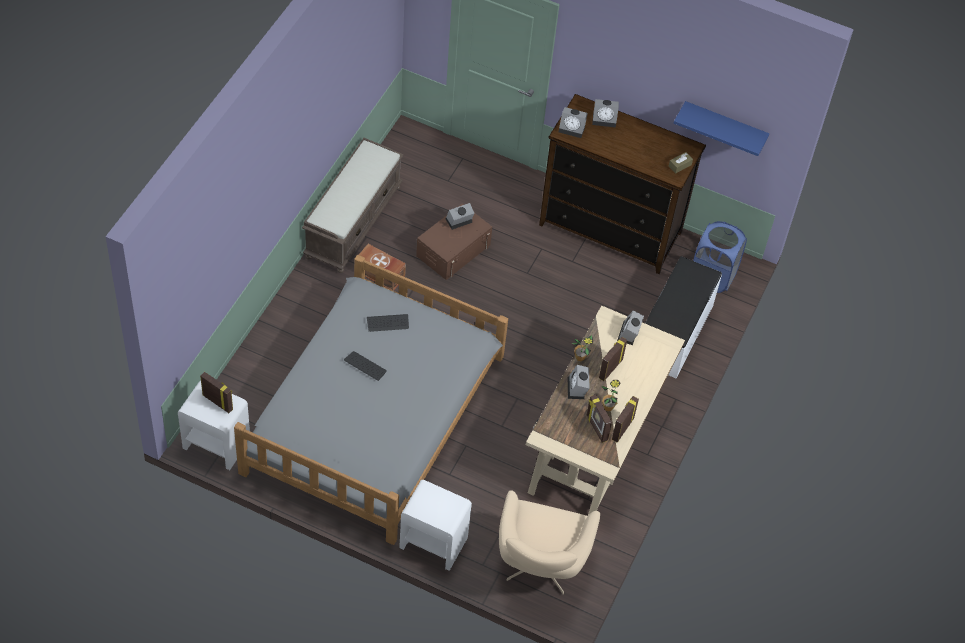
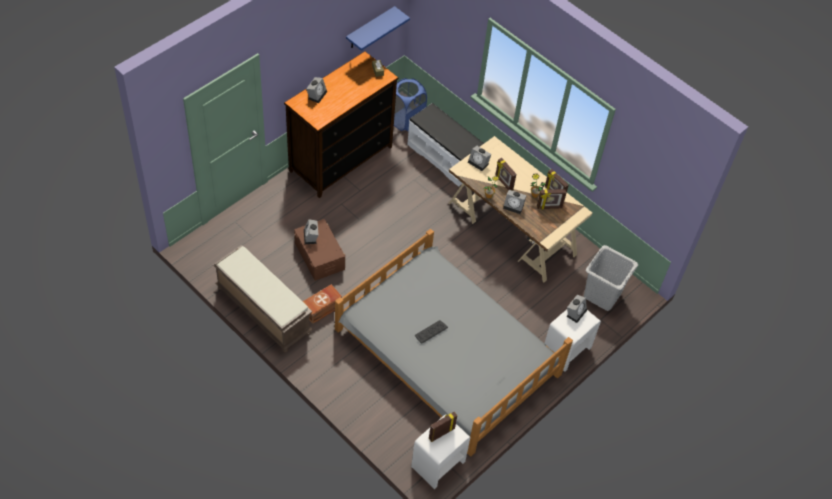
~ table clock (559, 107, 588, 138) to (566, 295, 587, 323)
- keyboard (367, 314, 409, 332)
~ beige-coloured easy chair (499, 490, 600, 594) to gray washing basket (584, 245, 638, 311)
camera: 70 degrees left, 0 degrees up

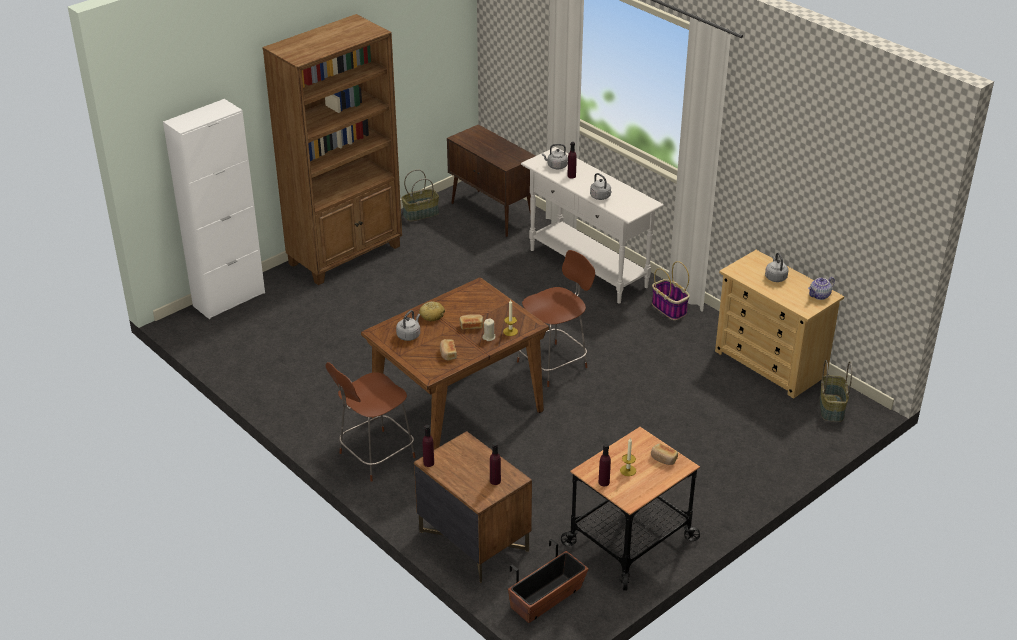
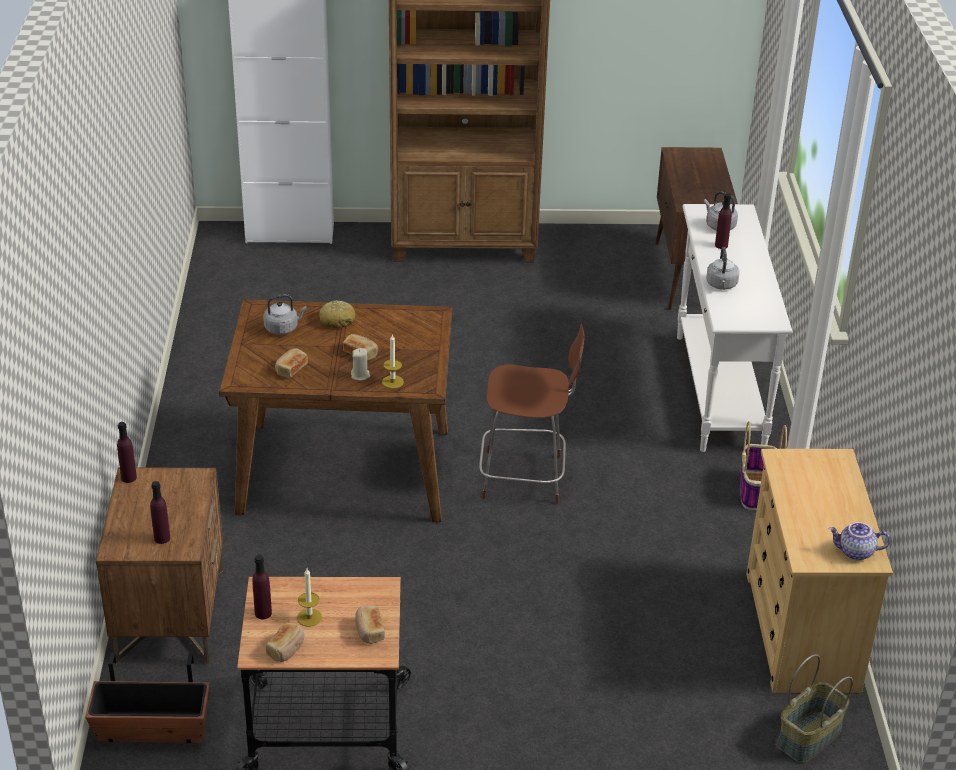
- household basket (401, 169, 439, 222)
- gray kettle (765, 253, 789, 282)
- brownish chair (326, 362, 416, 482)
+ bakery bread (266, 623, 304, 662)
camera: 40 degrees right, 0 degrees up

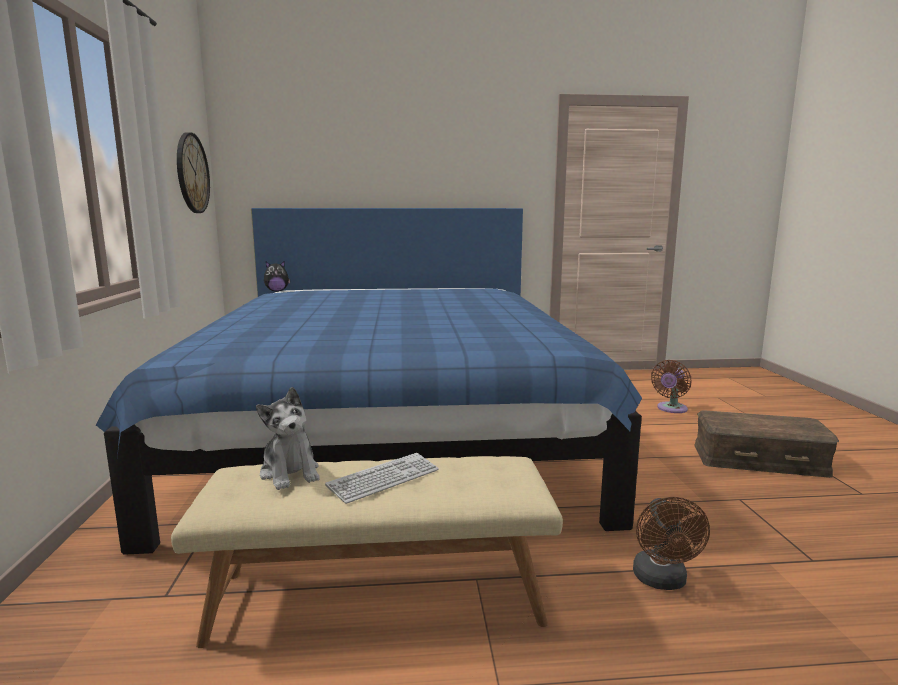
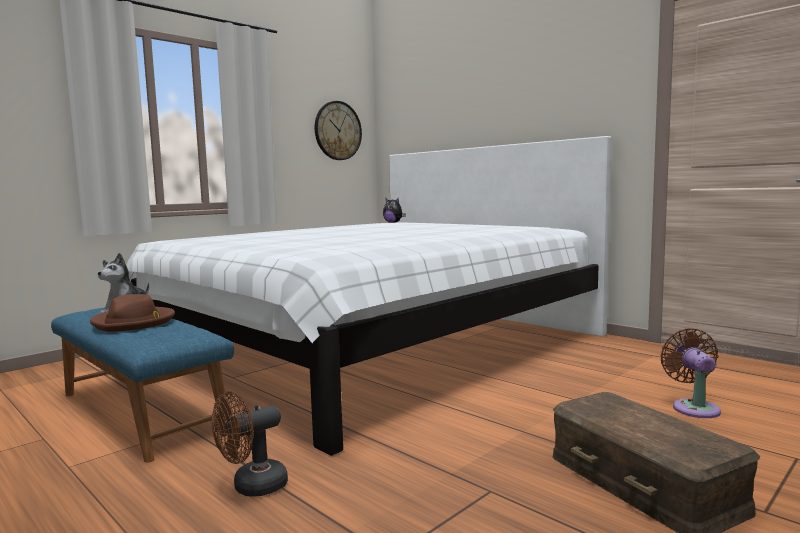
~ blue-coloured bed (96, 208, 642, 555) to whitish bed (126, 136, 612, 456)
~ brownish fan (651, 360, 691, 413) = (660, 328, 721, 418) 90 degrees clockwise
~ keyboard (325, 453, 439, 504) to brownish wearable hat (90, 294, 175, 332)
~ beige-coloured bench (171, 456, 563, 648) to blue-coloured bench (51, 308, 234, 463)
camera: 50 degrees right, 5 degrees down

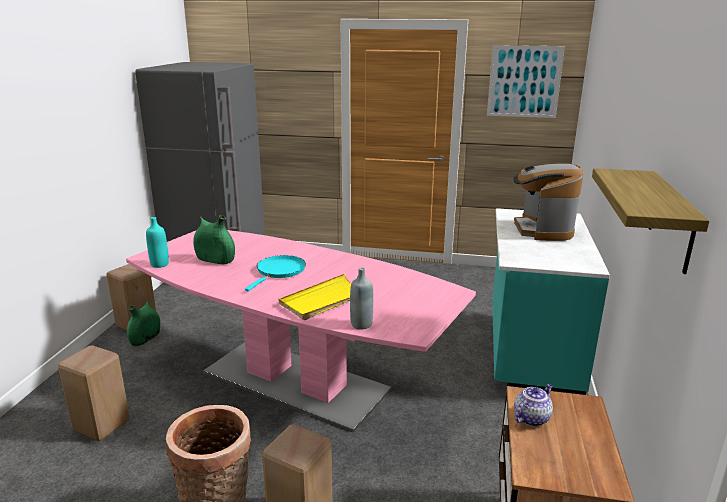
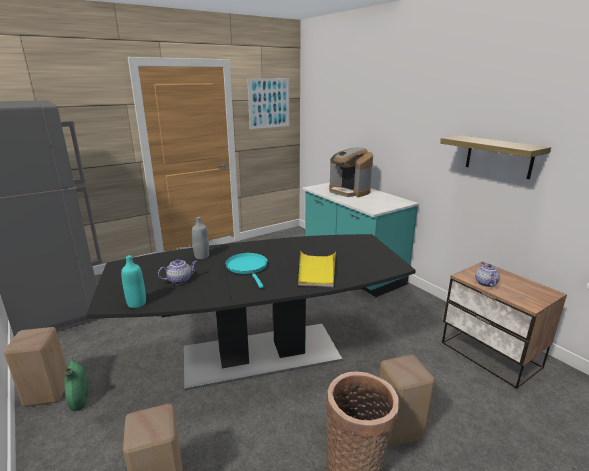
~ greenish vase (193, 215, 235, 264) to teapot (158, 259, 197, 284)
~ pink-coloured kitchen table (126, 230, 476, 432) to black-coloured kitchen table (86, 234, 416, 391)
~ gray beverage bottle (350, 268, 373, 330) to (192, 217, 209, 259)
camera: 45 degrees left, 0 degrees up

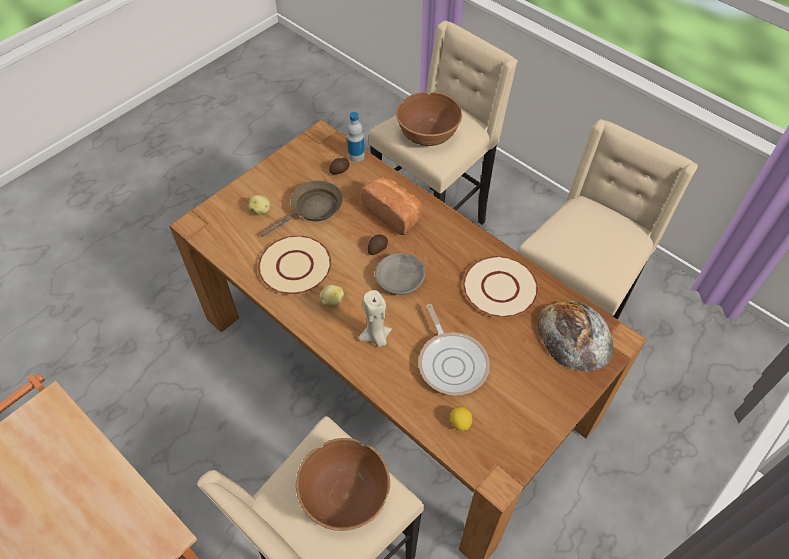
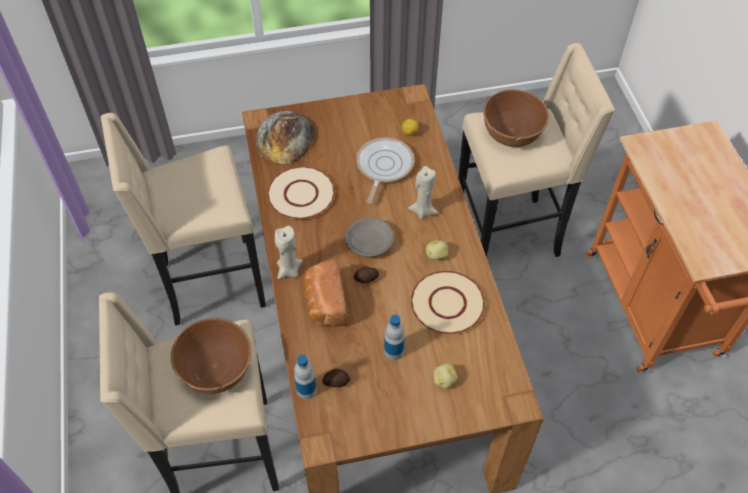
~ brownish pan (260, 180, 343, 237) to beverage bottle (384, 315, 405, 360)
+ beige-coloured candle (275, 226, 303, 279)
camera: 145 degrees left, 0 degrees up

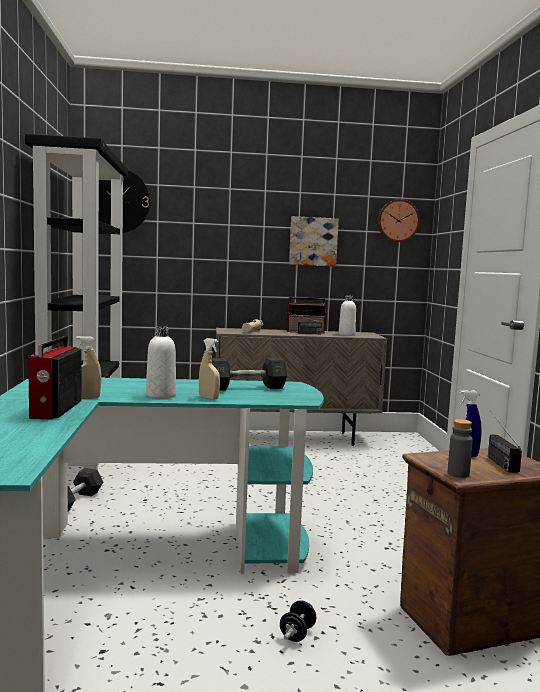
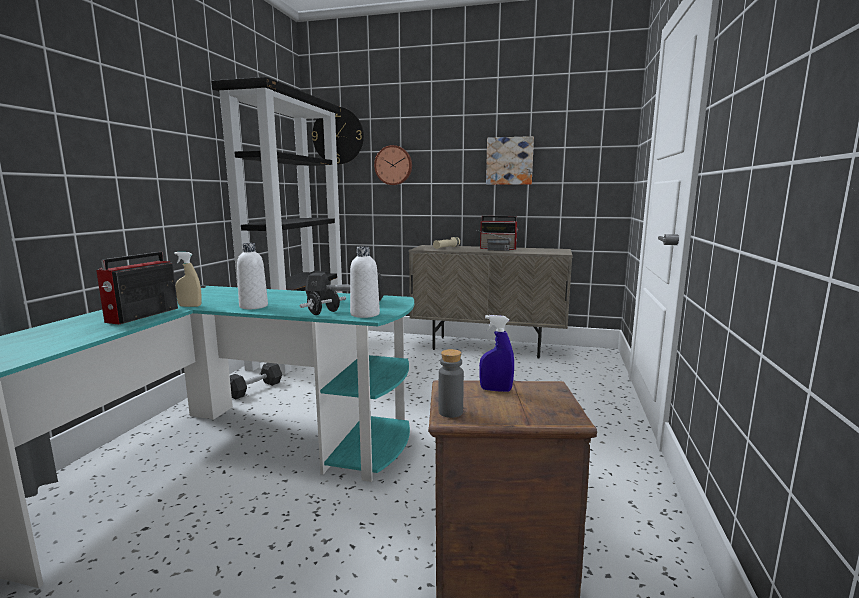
~ wall clock (377, 199, 420, 242) to (374, 145, 412, 185)
~ whitish beverage bottle (338, 295, 356, 336) to (350, 246, 380, 318)
- beige-coloured spray bottle (199, 338, 220, 400)
- radio (488, 411, 522, 473)
~ black-coloured hand weight (280, 600, 316, 642) to (300, 289, 346, 315)
camera: 20 degrees right, 5 degrees up

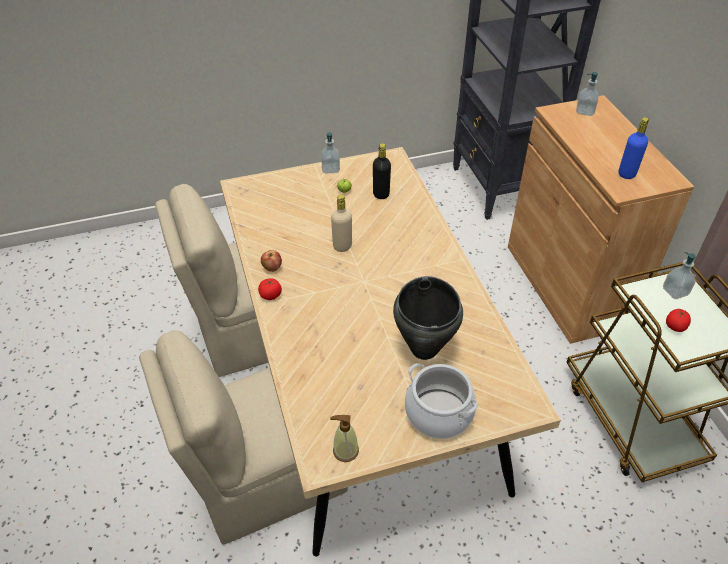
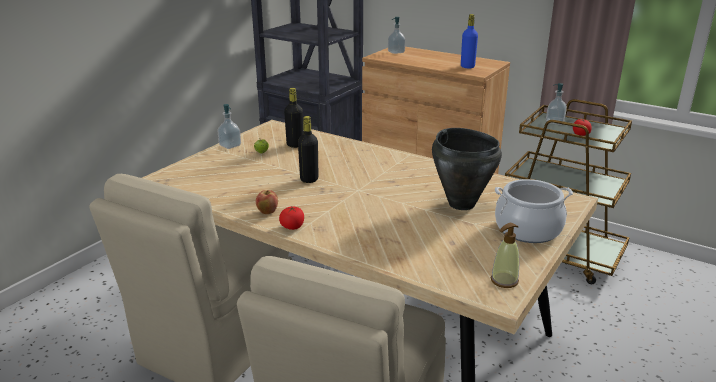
~ beige-coloured beverage bottle (331, 195, 352, 252) to black-coloured beverage bottle (298, 116, 318, 183)
camera: 40 degrees left, 20 degrees down

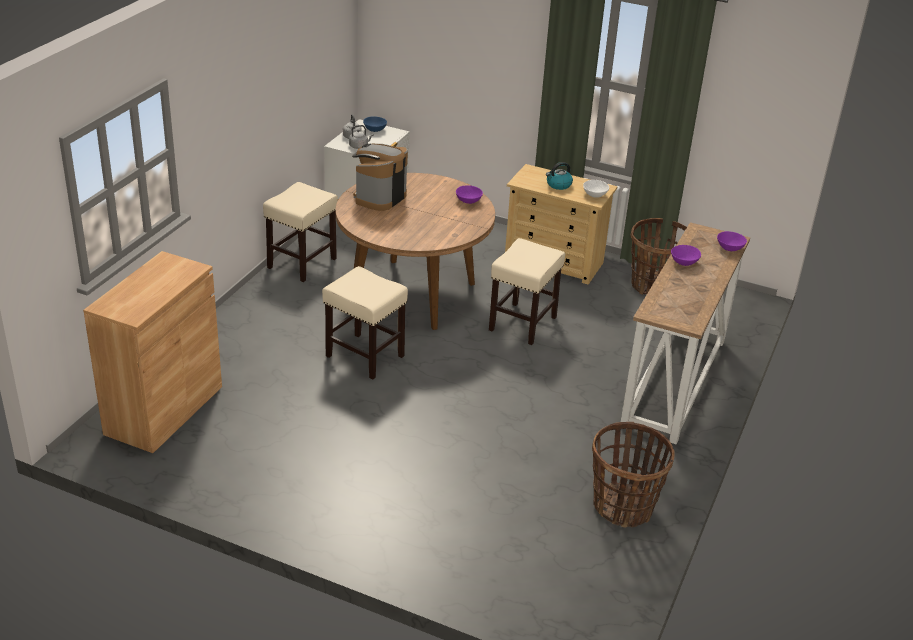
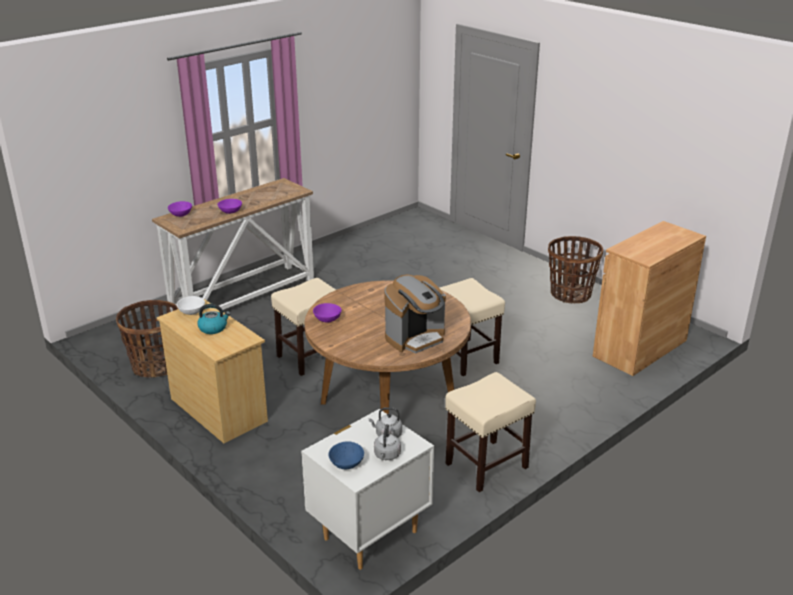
~ household basket (592, 422, 675, 528) to (548, 236, 603, 303)
camera: 155 degrees left, 5 degrees down

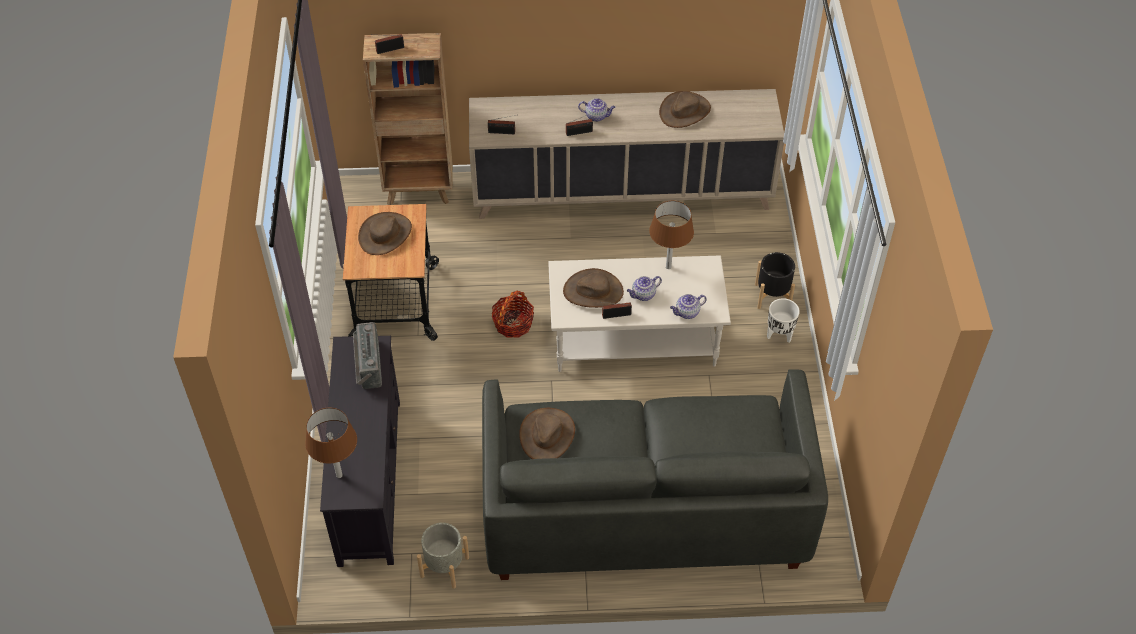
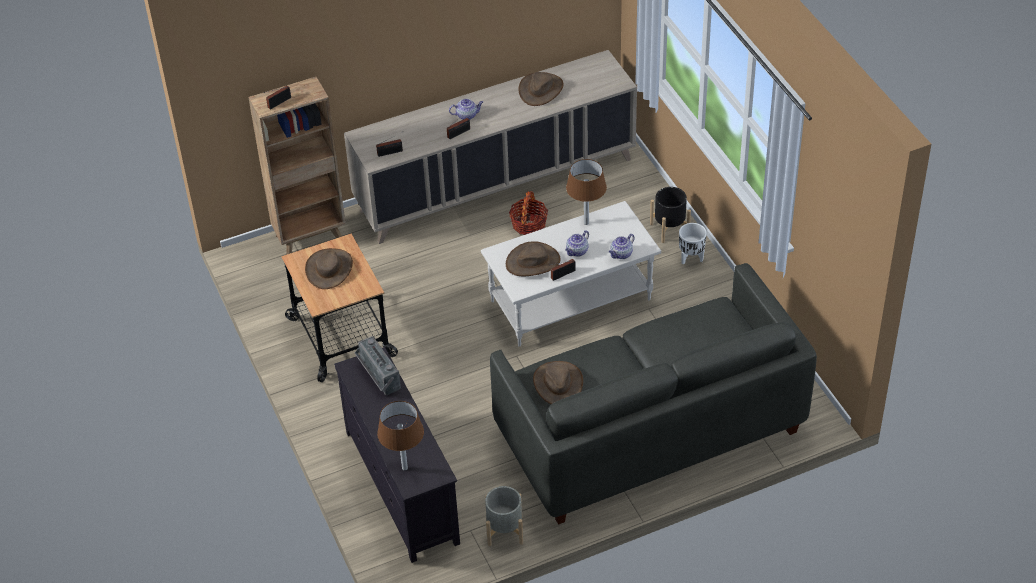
~ household basket (492, 291, 534, 338) to (509, 191, 548, 235)
camera: 20 degrees left, 5 degrees down

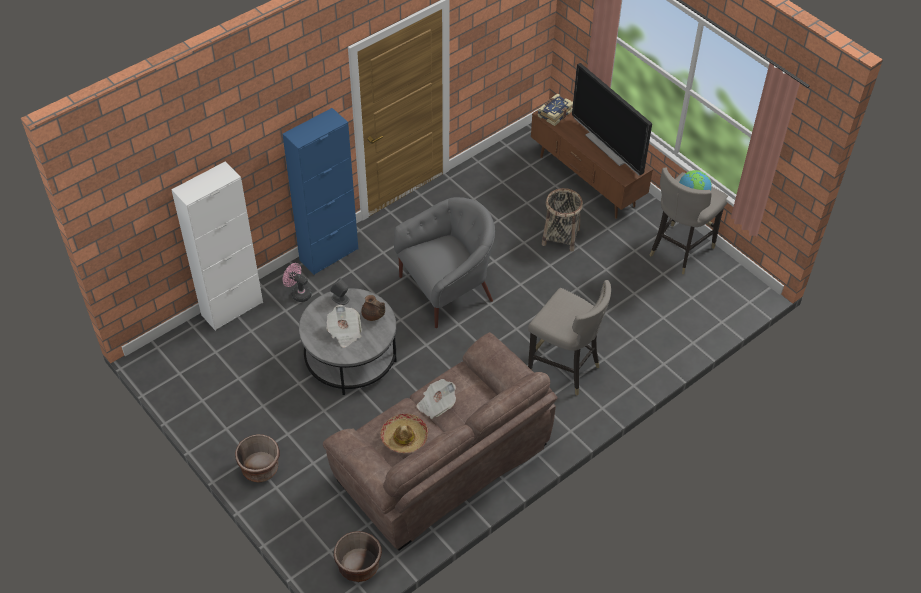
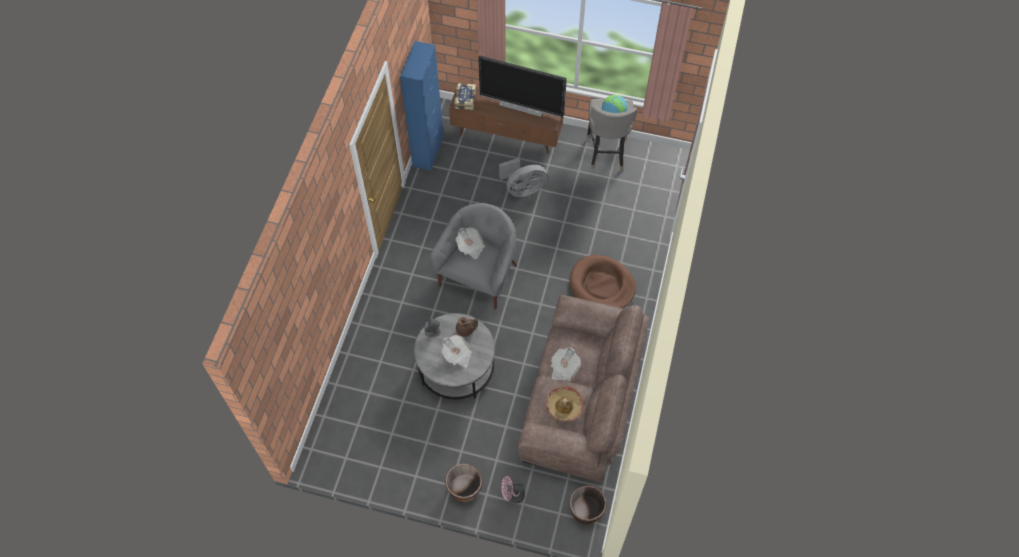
~ blue-coloured storage cabinet (282, 108, 358, 275) to (400, 41, 444, 170)
- whitish storage cabinet (171, 161, 263, 331)
~ household basket (542, 188, 583, 252) to gray fan (499, 158, 548, 197)
~ pink-coloured fan (283, 263, 312, 302) to (501, 476, 525, 504)
~ gray stool (528, 280, 611, 396) to brownish dog bed (570, 255, 636, 308)
+ printed paper (455, 227, 485, 259)
camera: 35 degrees left, 10 degrees up

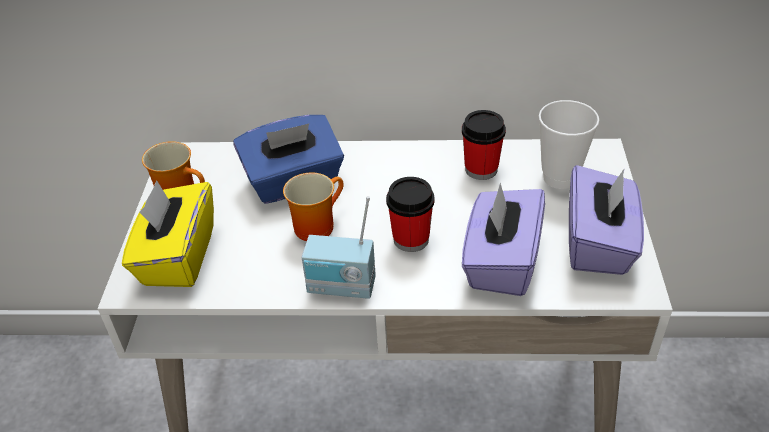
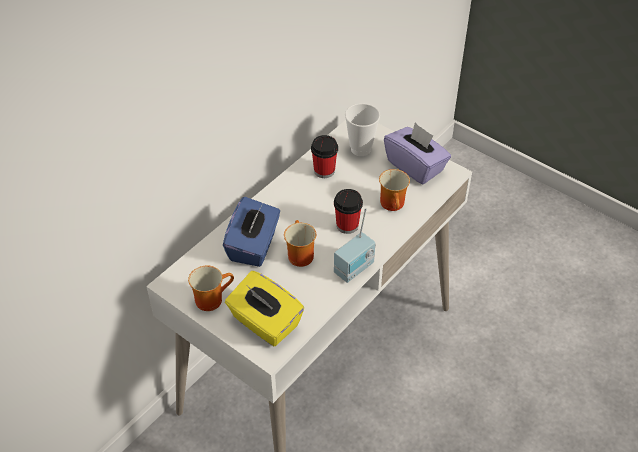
~ purplish box of tissues (462, 183, 545, 296) to mug (379, 169, 410, 211)
camera: 55 degrees left, 5 degrees up

